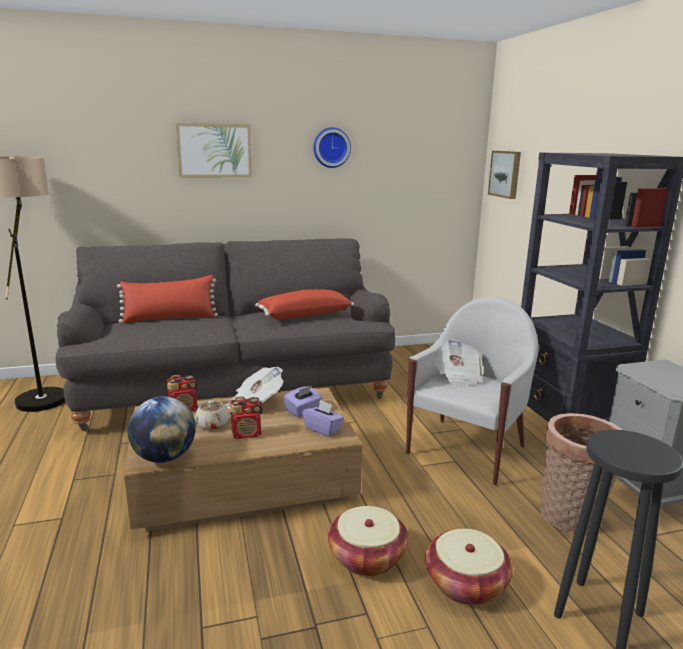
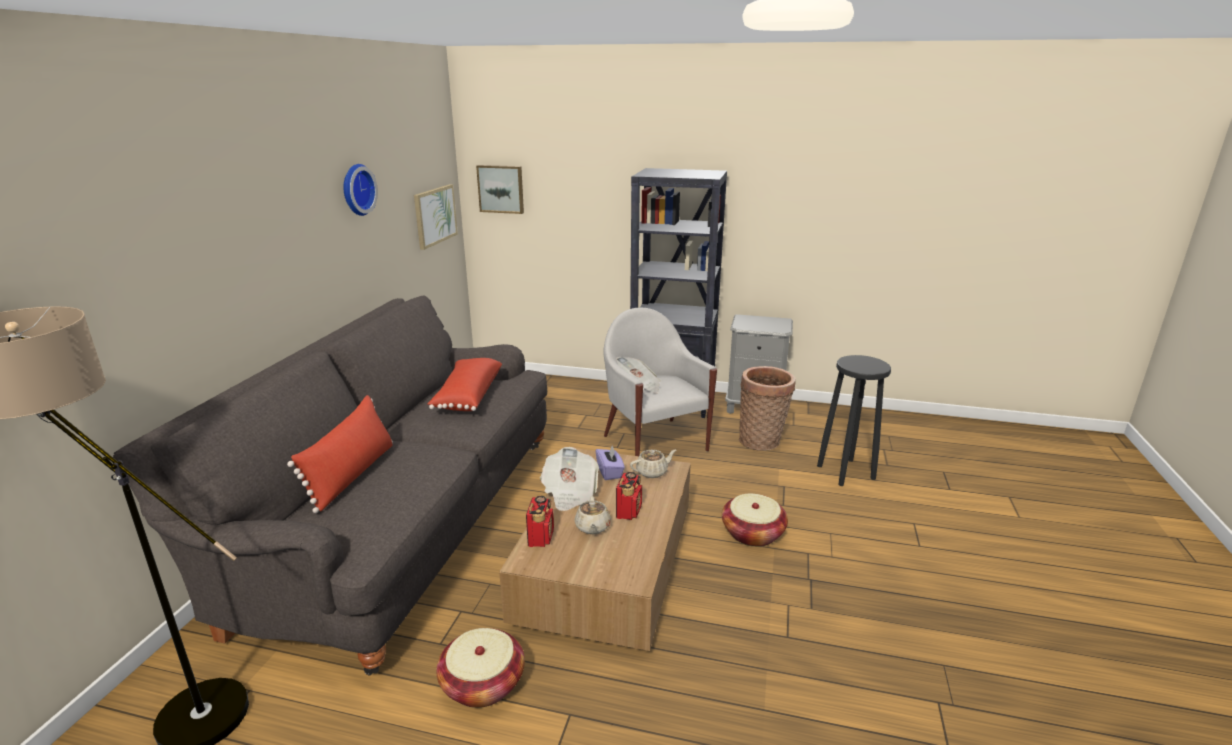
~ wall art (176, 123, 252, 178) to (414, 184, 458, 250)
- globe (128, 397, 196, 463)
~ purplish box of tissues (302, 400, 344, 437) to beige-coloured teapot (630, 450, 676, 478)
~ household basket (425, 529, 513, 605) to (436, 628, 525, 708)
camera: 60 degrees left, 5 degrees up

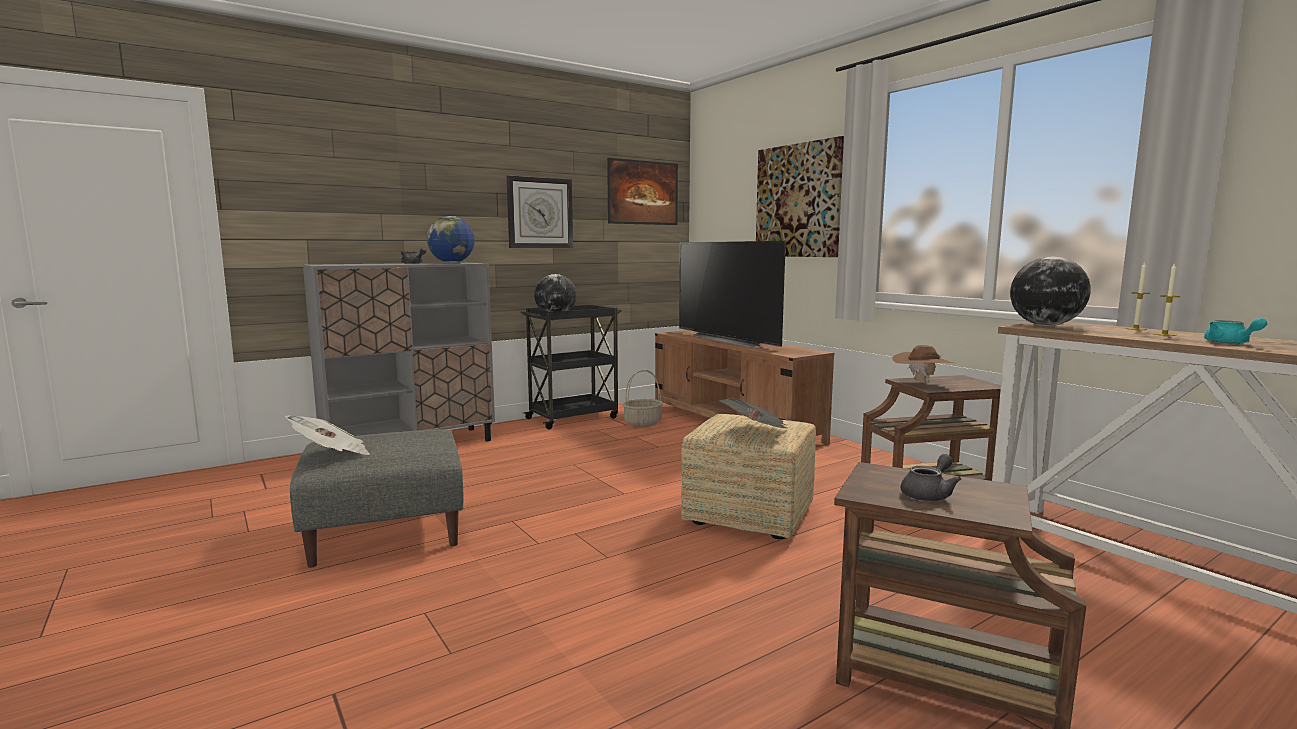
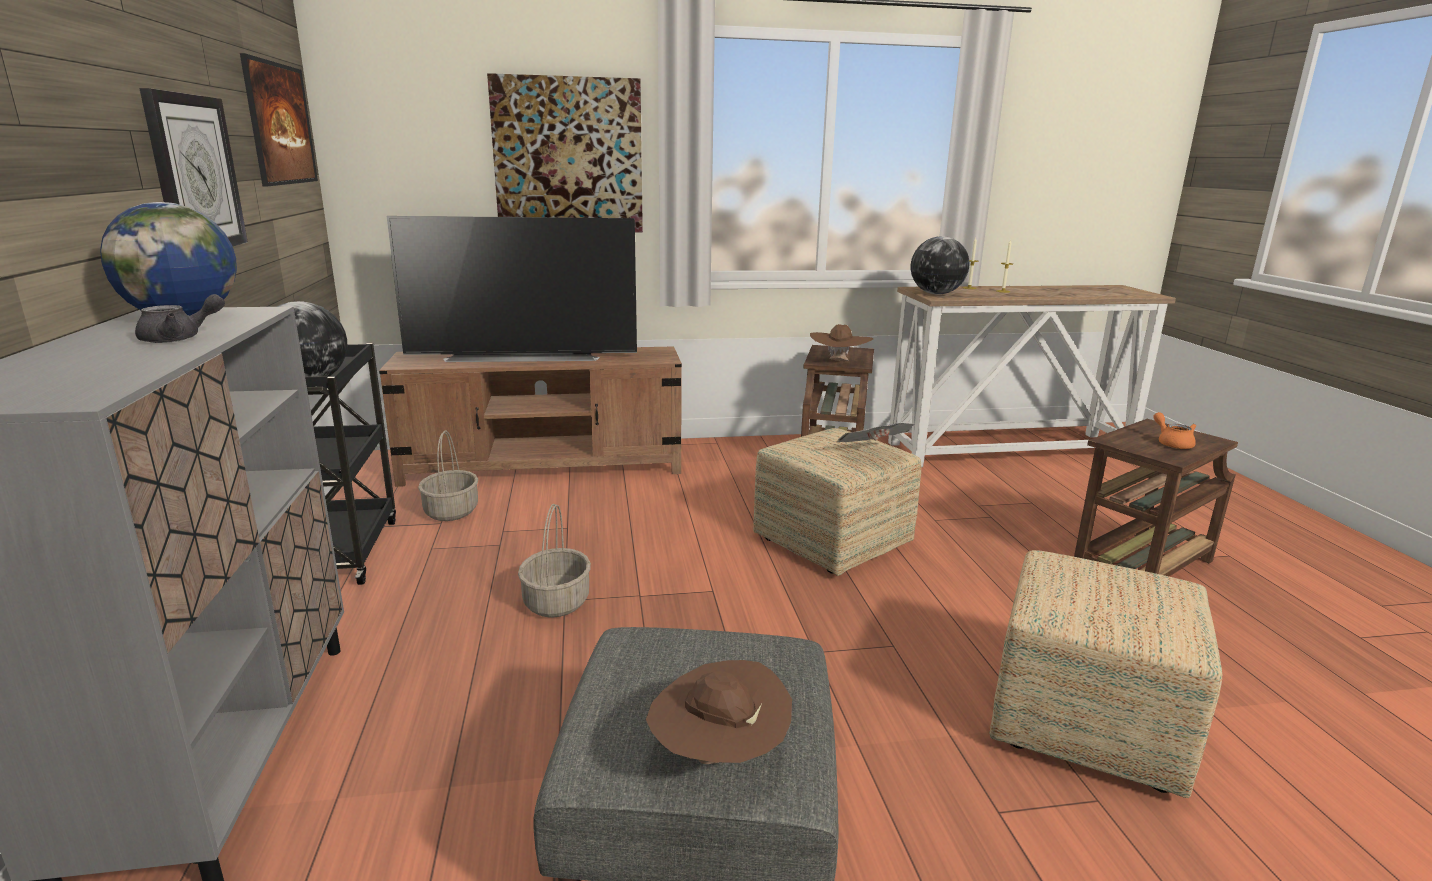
- turquoise-coloured teapot (1204, 318, 1267, 344)
~ printed paper (285, 415, 370, 455) to brownish wearable hat (646, 660, 792, 764)
~ gray teapot (901, 454, 961, 501) to orangey teapot (1153, 412, 1196, 449)
+ household basket (518, 504, 591, 618)
+ ottoman (990, 550, 1223, 798)
camera: 65 degrees left, 10 degrees up

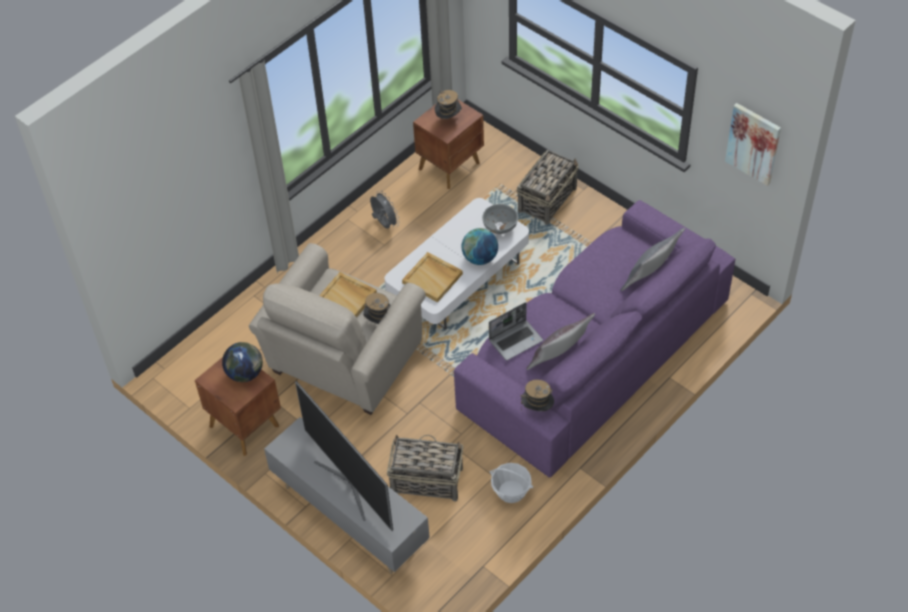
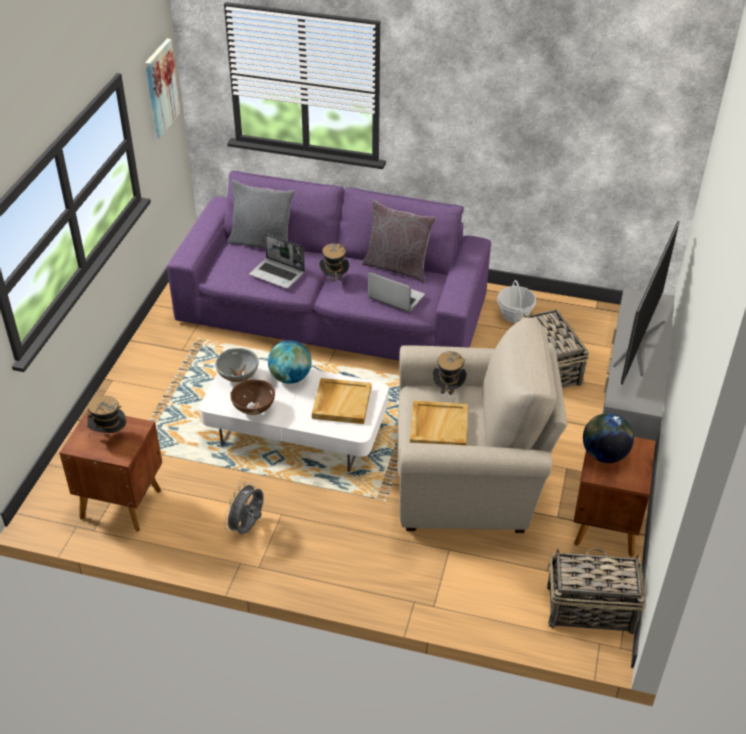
~ household basket (517, 150, 579, 225) to (547, 548, 646, 634)
~ wearable hat (521, 380, 554, 411) to (319, 243, 349, 288)
+ portable computer (249, 233, 305, 289)
+ brownish deep dish (230, 379, 275, 415)
camera: 120 degrees left, 10 degrees down

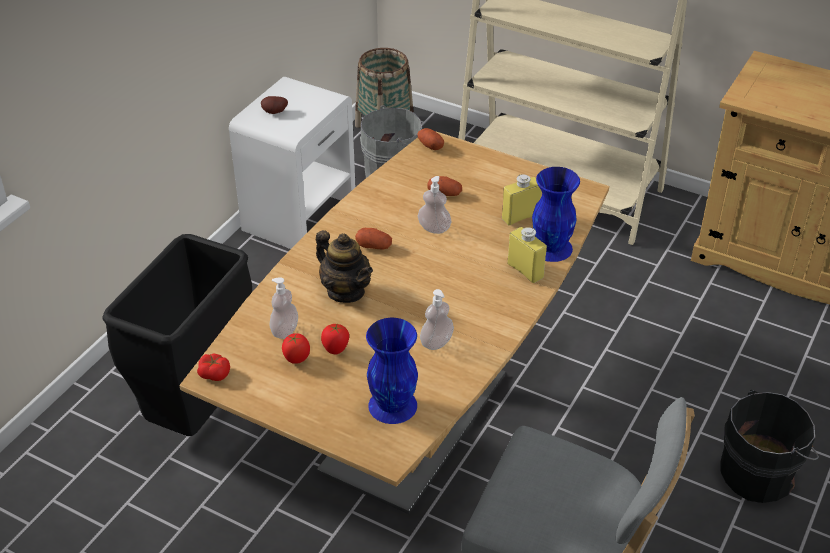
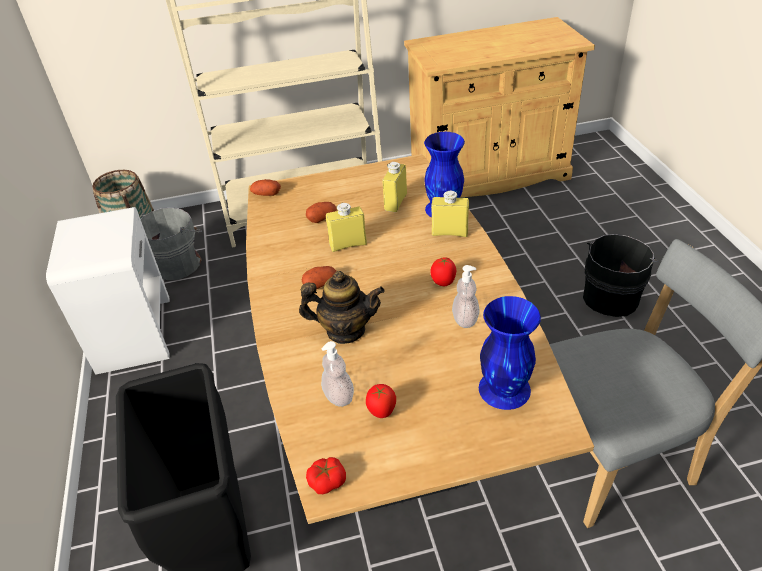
- spud (261, 96, 288, 114)
~ soap bottle (418, 176, 452, 234) to yellow beverage bottle (326, 203, 367, 252)
~ fresh tomato (321, 324, 349, 355) to (431, 257, 456, 286)
camera: 40 degrees left, 0 degrees up

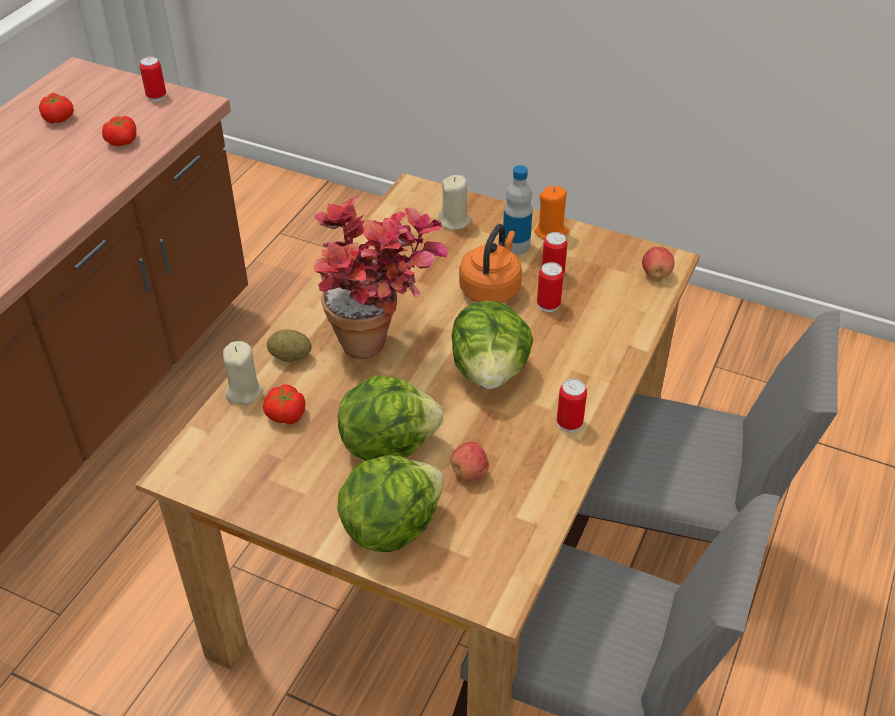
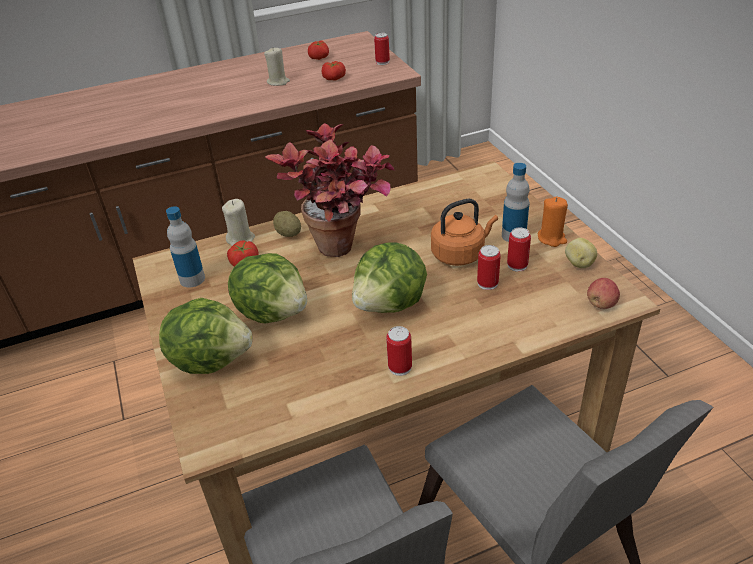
~ beige-coloured candle (438, 175, 471, 230) to (264, 48, 290, 86)
- apple fruit (450, 442, 489, 481)
+ beverage bottle (166, 206, 205, 288)
+ spud (565, 238, 597, 268)
camera: 45 degrees right, 5 degrees down

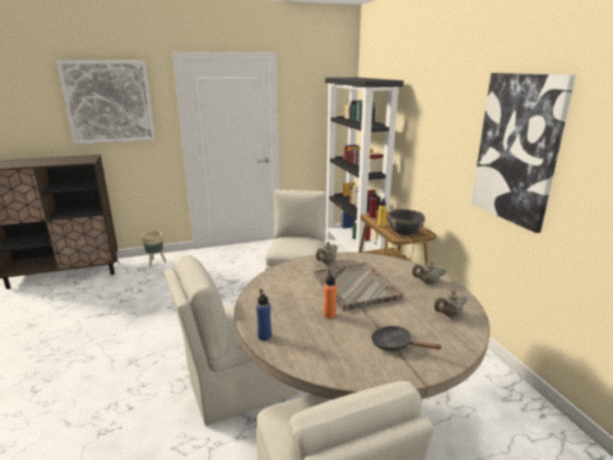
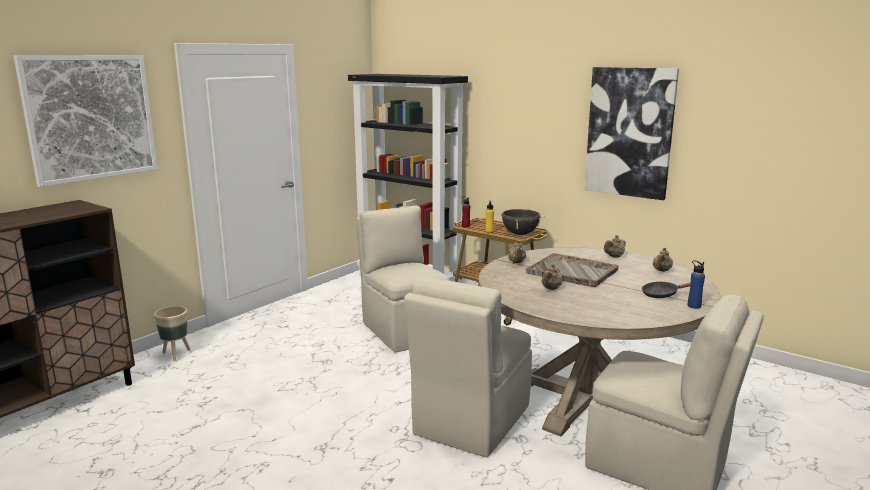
- orangey beverage bottle (323, 270, 337, 319)
~ blue-coloured beverage bottle (256, 289, 272, 341) to (688, 260, 705, 309)
+ beige-coloured teapot (541, 264, 562, 290)
camera: 35 degrees left, 5 degrees down

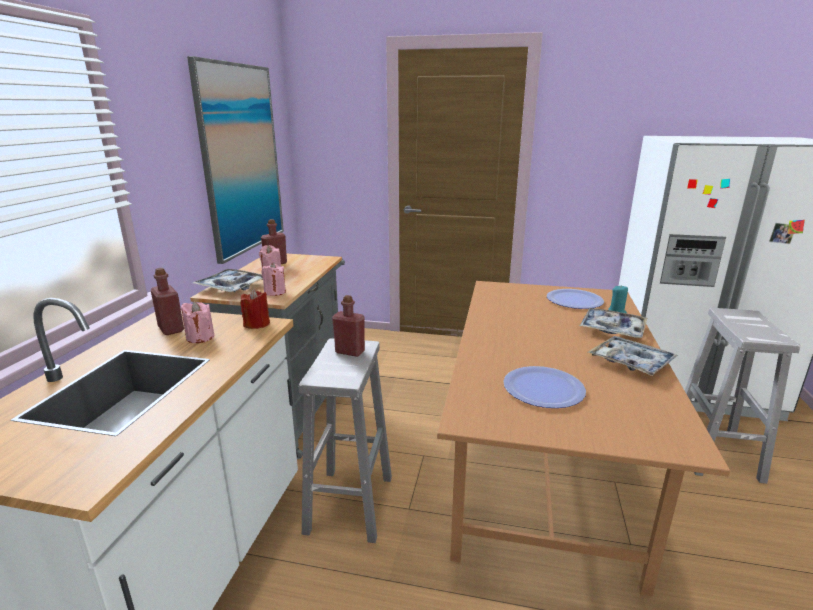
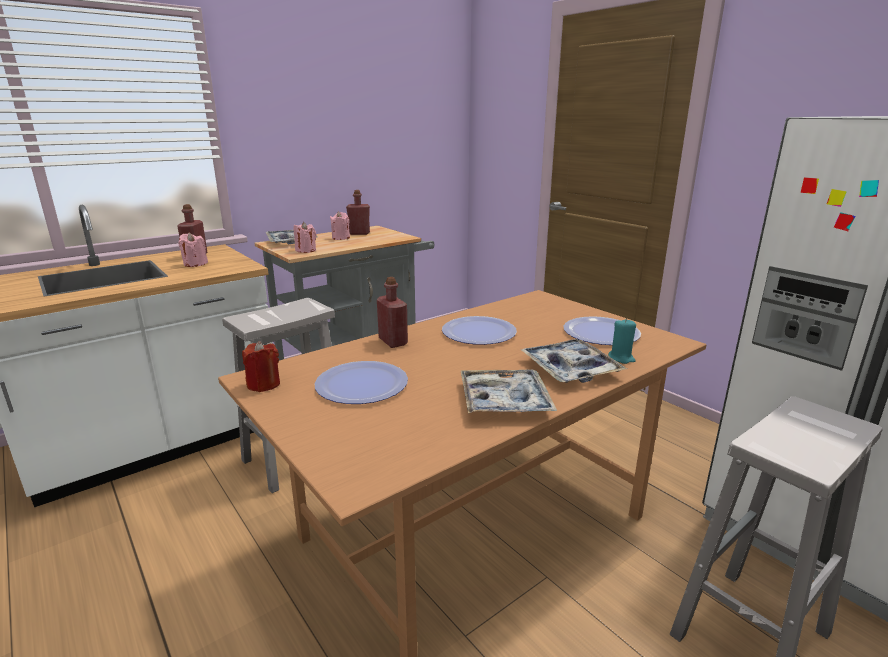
- wall art (187, 56, 284, 264)
~ red candle (240, 289, 270, 329) to (242, 341, 280, 392)
~ red beverage bottle (332, 295, 365, 357) to (377, 277, 408, 348)
+ flat dish (442, 316, 517, 345)
camera: 40 degrees right, 0 degrees up

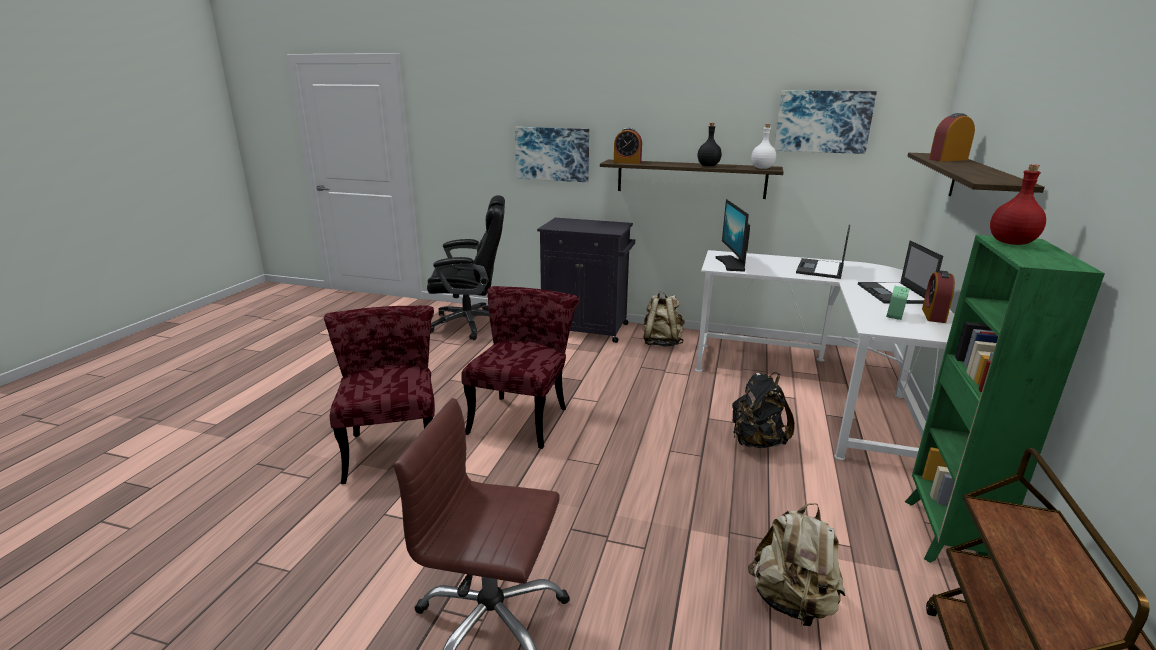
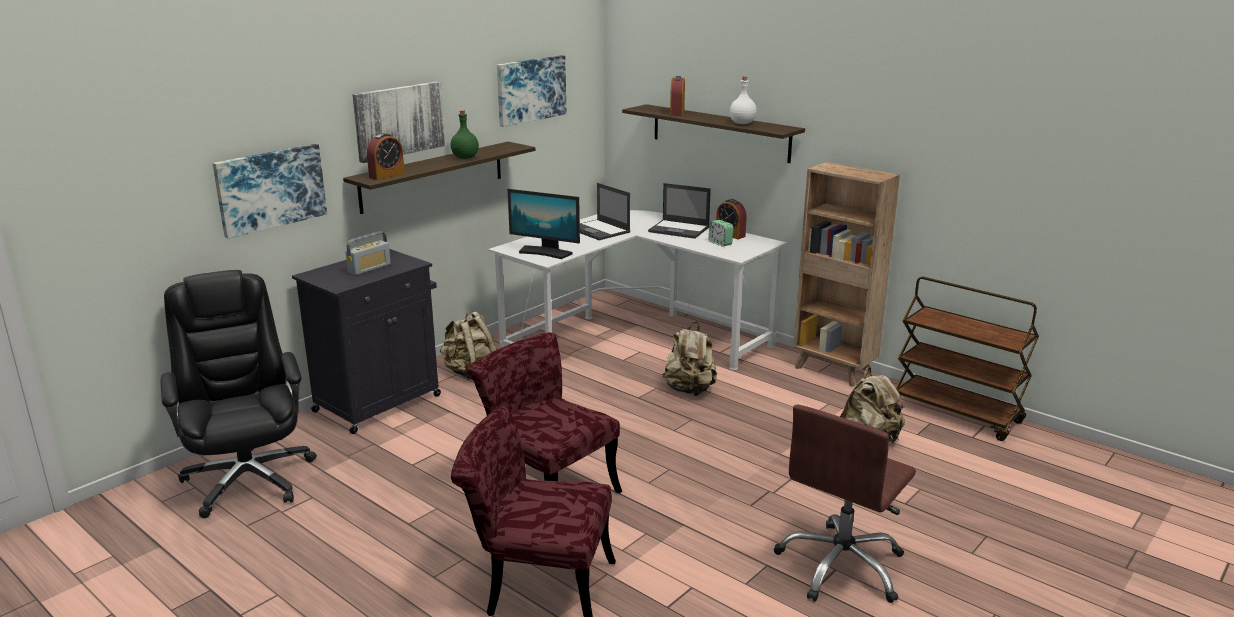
~ black-coloured beverage bottle (698, 123, 722, 166) to greenish beverage bottle (451, 110, 479, 159)
~ whitish beverage bottle (751, 124, 776, 169) to (730, 76, 757, 124)
- red beverage bottle (990, 164, 1046, 245)
~ black-coloured desk chair (427, 195, 505, 340) = (161, 270, 317, 518) 45 degrees counterclockwise
~ greenish bookshelf (905, 235, 1105, 563) to brownish bookshelf (794, 162, 900, 387)
~ black-coloured knapsack (732, 372, 795, 448) to beige-coloured knapsack (662, 322, 717, 396)
+ wall art (353, 81, 445, 163)
+ radio (346, 232, 391, 275)
camera: 65 degrees left, 0 degrees up

